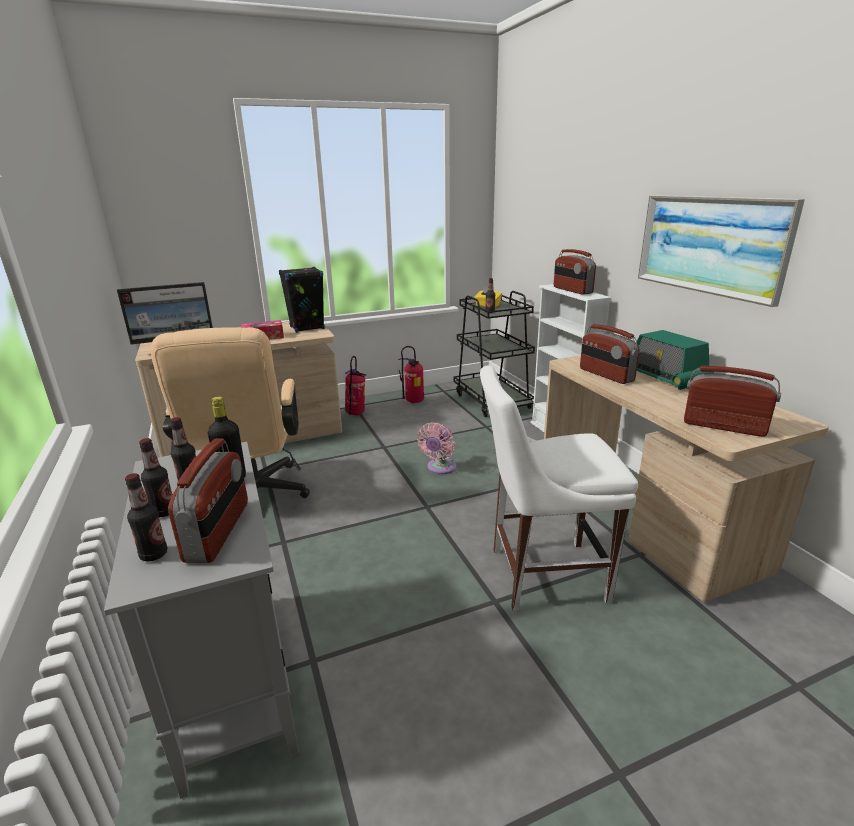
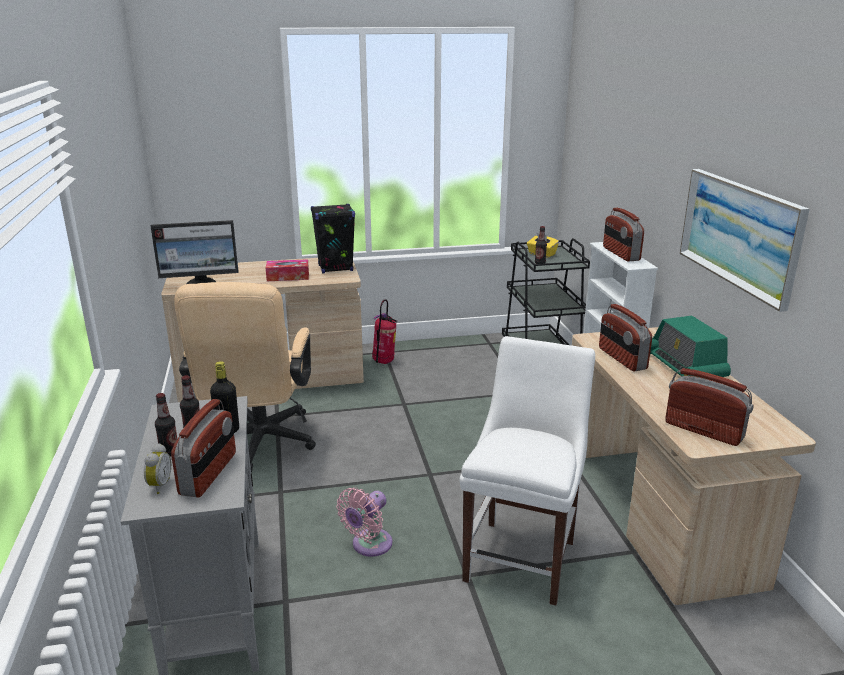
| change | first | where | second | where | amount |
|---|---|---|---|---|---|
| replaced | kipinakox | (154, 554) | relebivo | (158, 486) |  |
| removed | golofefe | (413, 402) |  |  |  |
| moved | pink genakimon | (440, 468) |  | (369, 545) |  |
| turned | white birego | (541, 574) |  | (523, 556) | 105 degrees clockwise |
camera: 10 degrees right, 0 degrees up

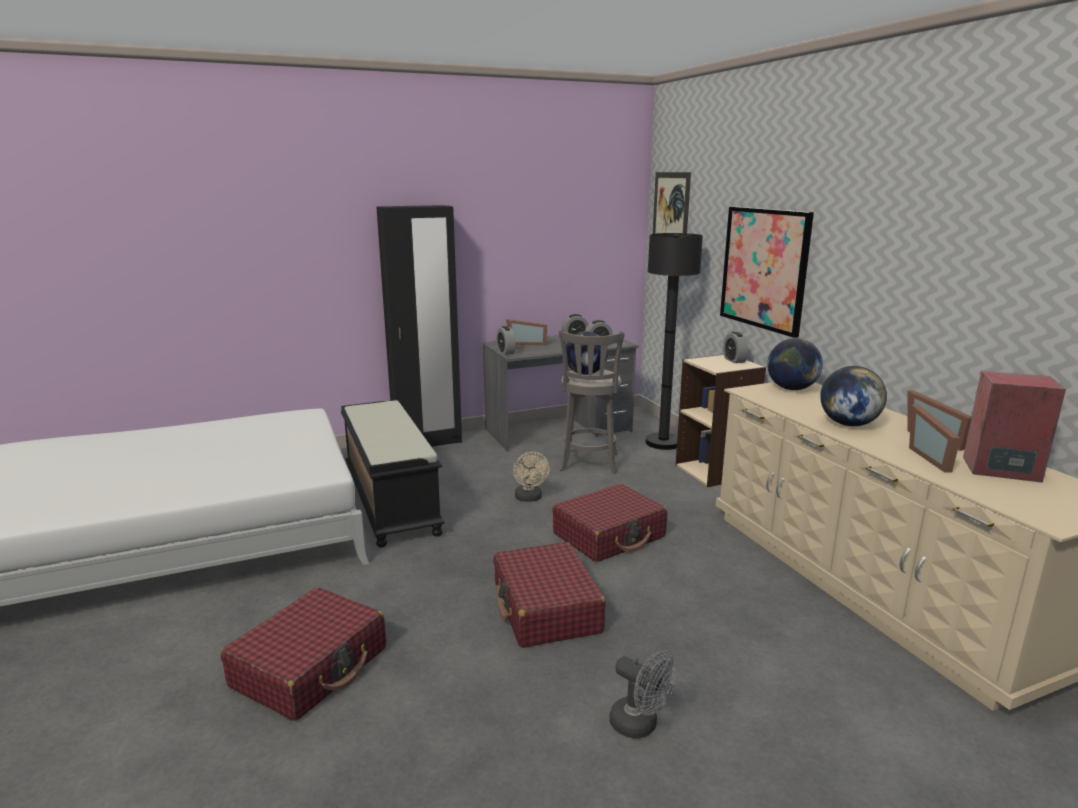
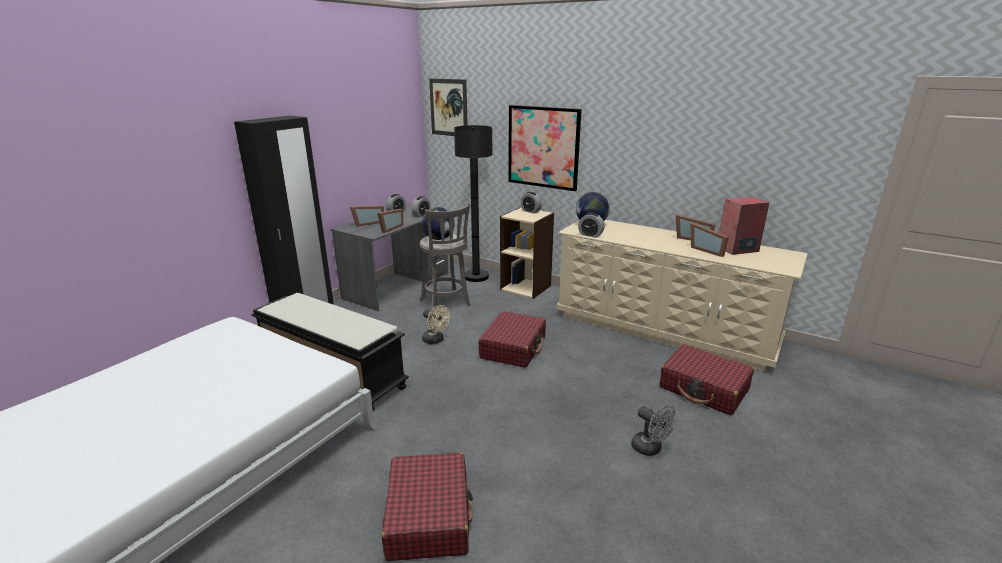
| change | first | where | second | where | amount |
|---|---|---|---|---|---|
| moved | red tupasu | (546, 608) |  | (704, 389) |  |
| moved | relebivo | (506, 352) |  | (590, 235) |  |
| turned | grey genakimon | (640, 725) |  | (650, 449) | 45 degrees clockwise |
| removed | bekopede | (848, 424) |  |  |  |
| added |  |  | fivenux | (389, 228) |  |
camera: 35 degrees left, 5 degrees up

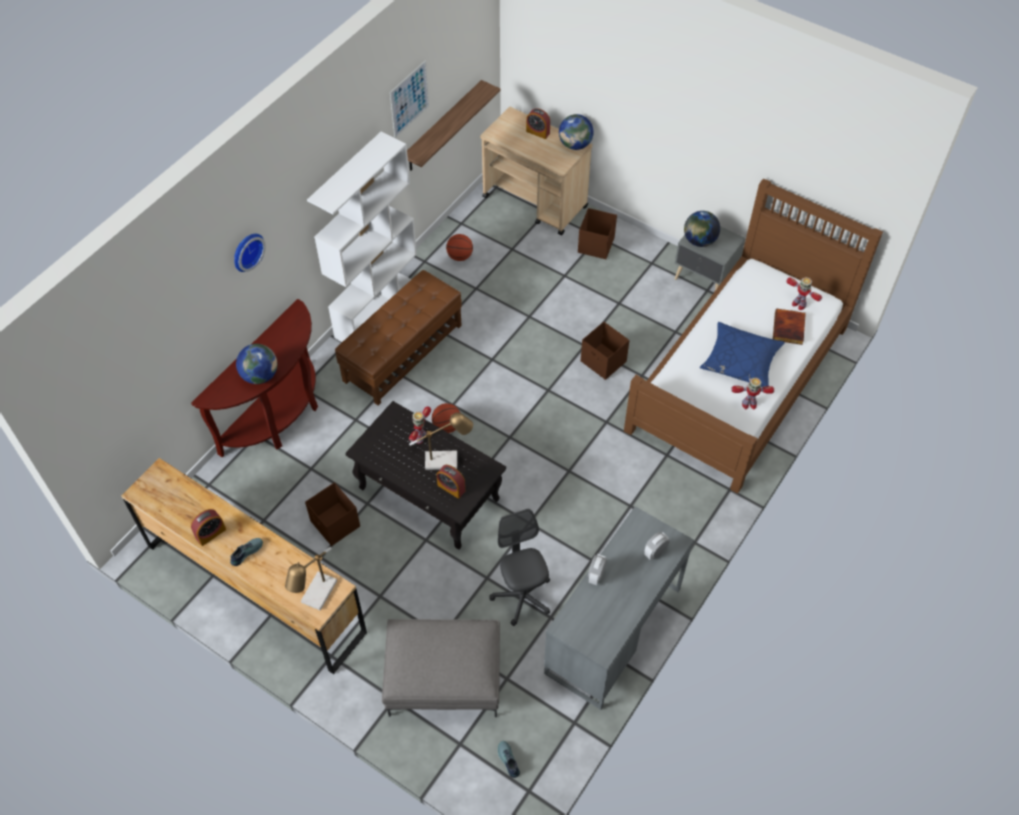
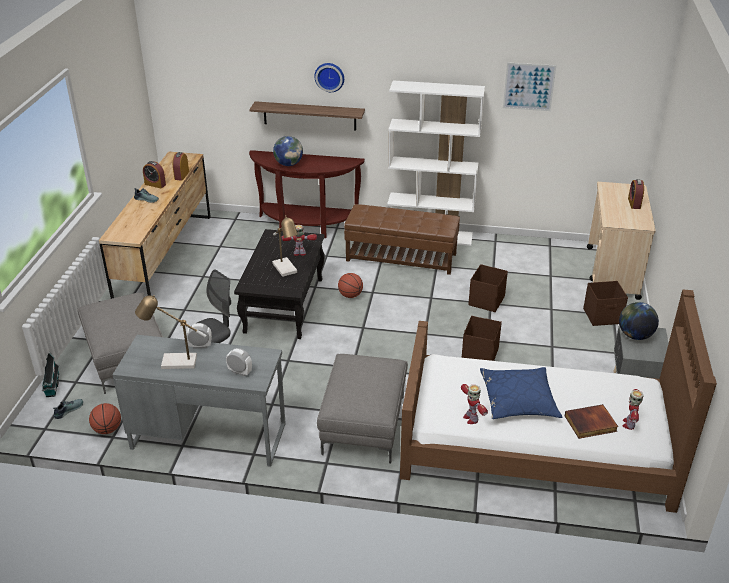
| change | first | where | second | where | amount |
|---|---|---|---|---|---|
| moved | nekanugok | (317, 596) |  | (174, 362) |  |
| moved | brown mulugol | (335, 524) |  | (486, 301) |  |
| moved | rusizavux | (443, 127) |  | (309, 116) |  |
| moved | relebivo | (451, 488) |  | (181, 175) |  |
| moved | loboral | (460, 256) |  | (107, 429) |  |
| removed | bekopede | (575, 145) |  |  |  |
| added |  |  | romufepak | (52, 386) |  |
| added |  |  | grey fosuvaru | (364, 425) |  |
camera: 65 degrees right, 20 degrees down

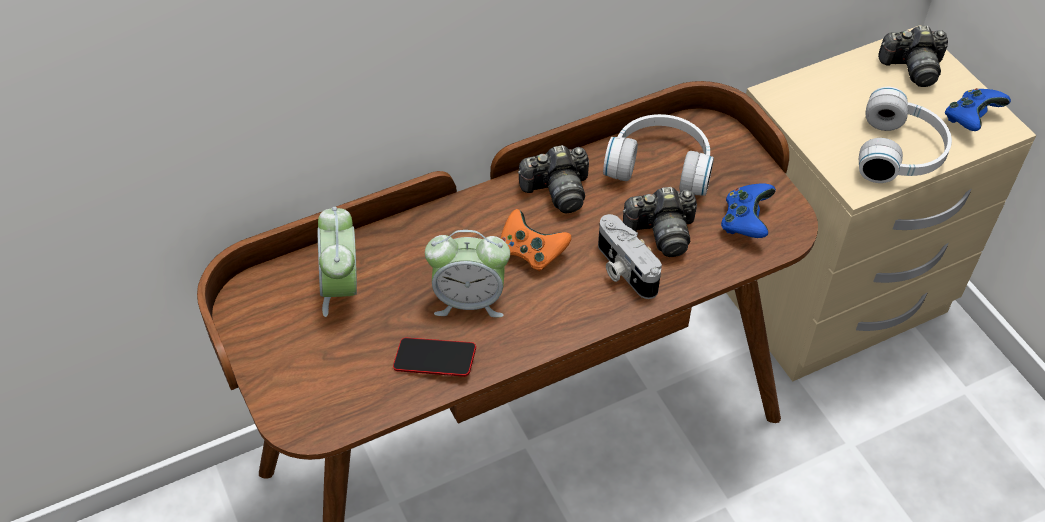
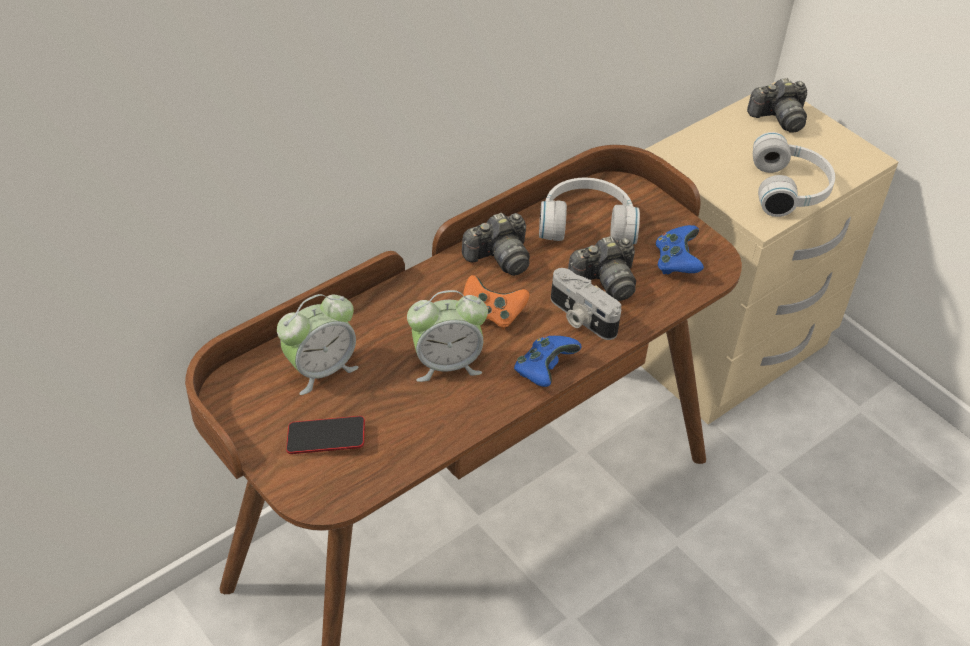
| change | first | where | second | where | amount |
|---|---|---|---|---|---|
| turned | relebivo | (342, 287) |  | (320, 369) | 105 degrees counterclockwise |
| moved | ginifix | (435, 360) |  | (326, 439) |  |
| moved | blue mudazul | (970, 119) |  | (544, 370) |  |
camera: 15 degrees left, 5 degrees down

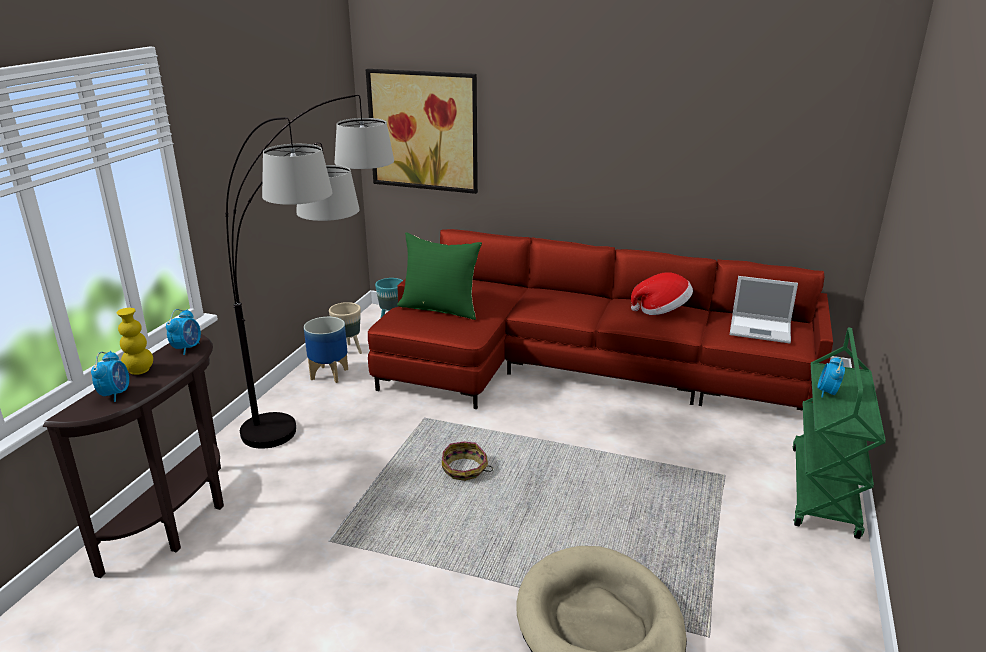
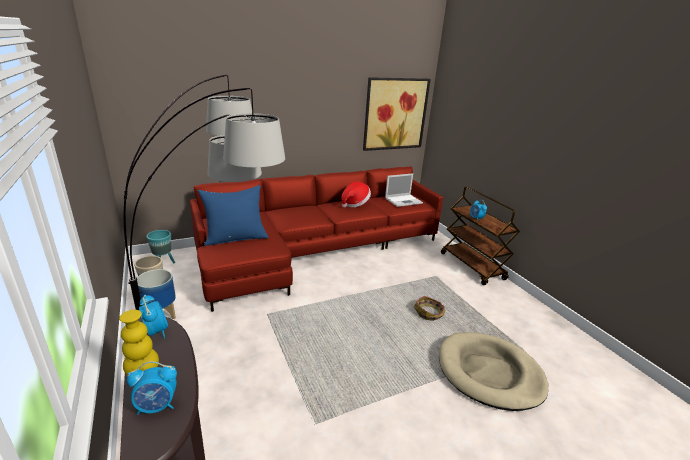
| change | first | where | second | where | amount |
|---|---|---|---|---|---|
| turned | relebivo | (115, 394) |  | (157, 406) | 120 degrees clockwise |
| moved | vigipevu | (423, 131) |  | (395, 114) |  |
| recoloured | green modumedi | (440, 308) | blue modumedi | (236, 238) |  |
| moved | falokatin | (464, 469) |  | (429, 313) |  |
| recoloured | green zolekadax | (824, 492) | brown zolekadax | (472, 266) |  |
camera: 45 degrees left, 0 degrees up

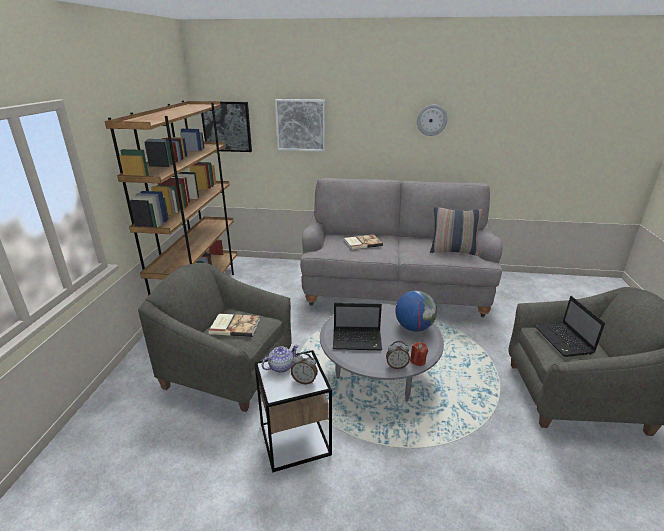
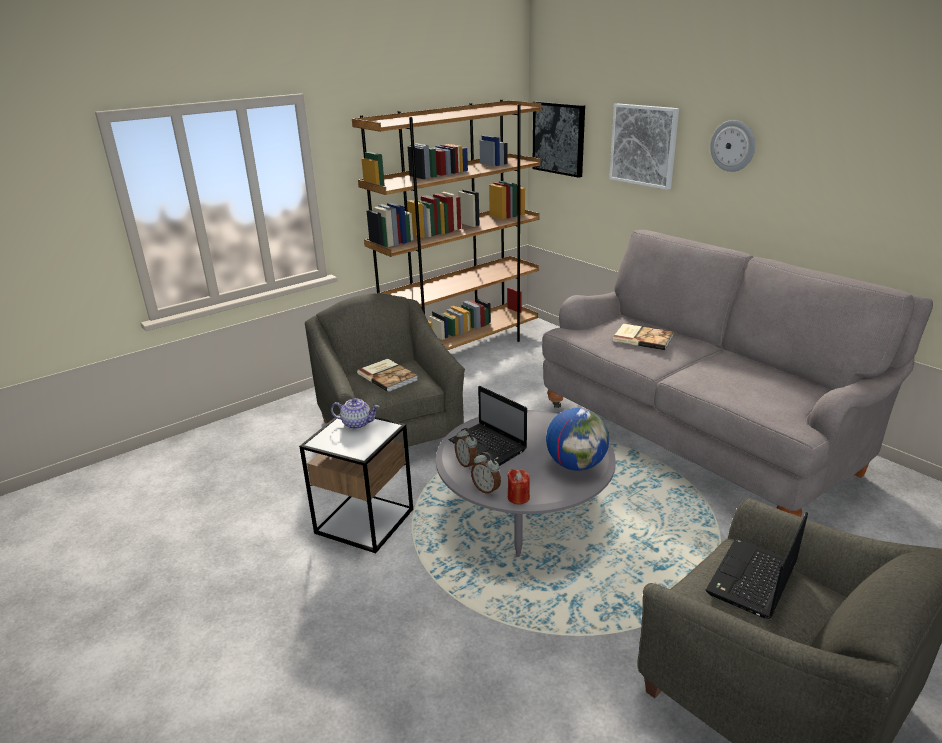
| change | first | where | second | where | amount |
|---|---|---|---|---|---|
| moved | relebivo | (304, 380) |  | (467, 464) |  |
| moved | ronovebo | (431, 120) |  | (733, 146) |  |
| removed | modumedi | (453, 251) |  |  |  |
camera: 45 degrees right, 0 degrees up

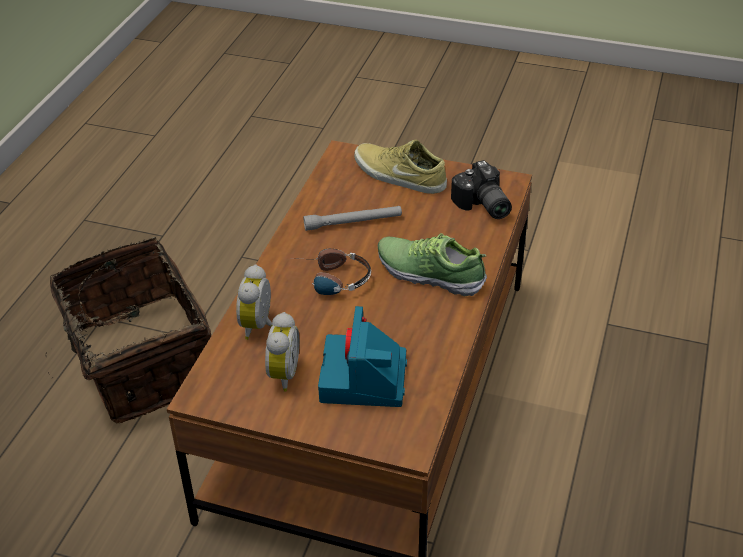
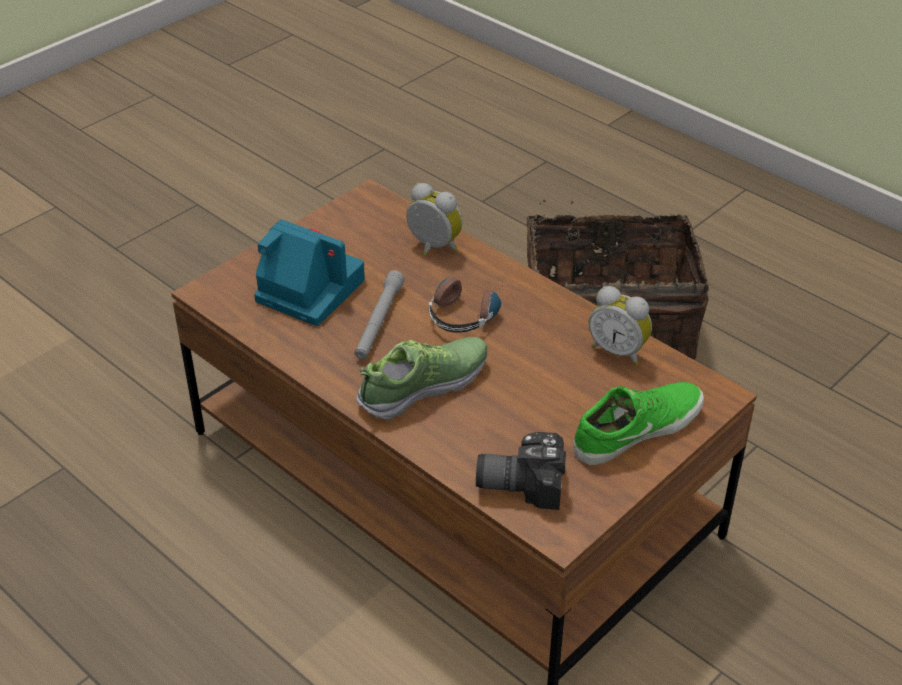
| change | first | where | second | where | amount |
|---|---|---|---|---|---|
| moved | relebivo | (281, 374) |  | (618, 351) |  |
| moved | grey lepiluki | (353, 222) |  | (379, 322) |  |
| recoloured | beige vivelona | (398, 175) | green vivelona | (635, 428) |  |
camera: 115 degrees right, 0 degrees up

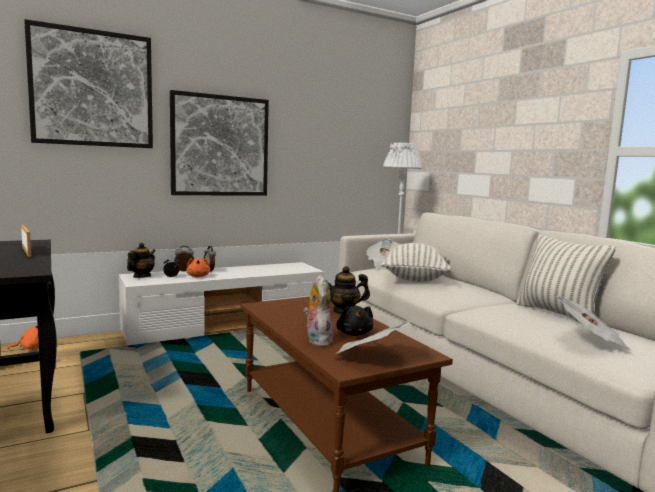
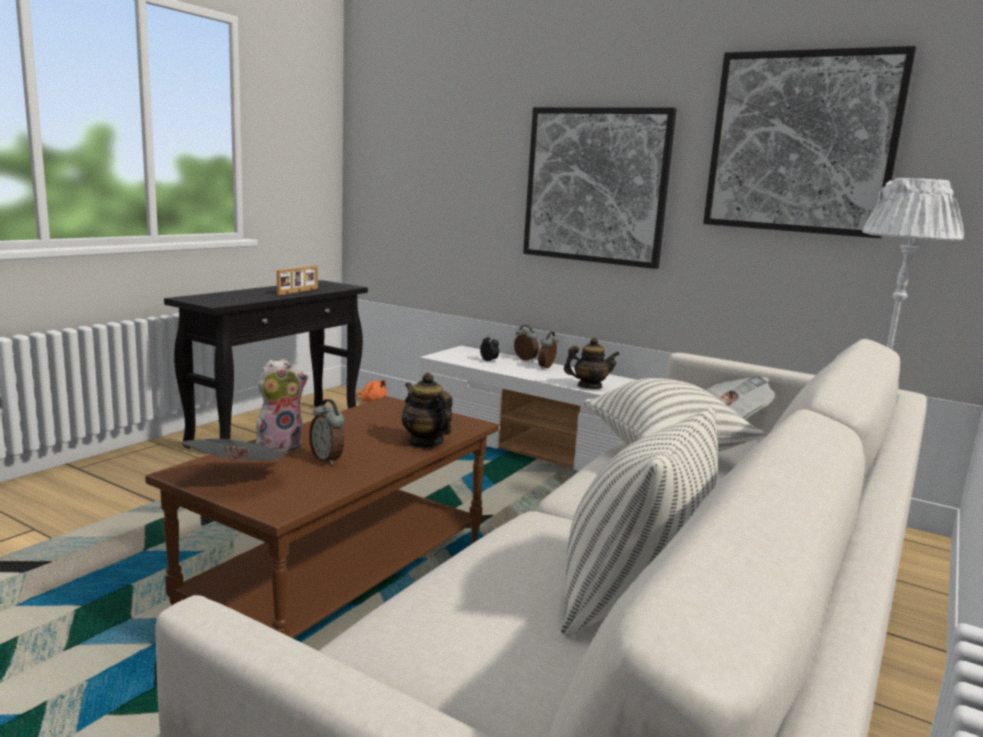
| change | first | where | second | where | amount |
|---|---|---|---|---|---|
| moved | vigipevu | (92, 88) |  | (801, 143) |  |
| moved | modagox | (141, 276) |  | (589, 386) |  |
| removed | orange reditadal | (198, 276) |  |  |  |
| replaced | black reditadal | (354, 333) | relebivo | (327, 459) |  |
| removed | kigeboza | (591, 341) |  |  |  |
camera: 60 degrees right, 5 degrees up

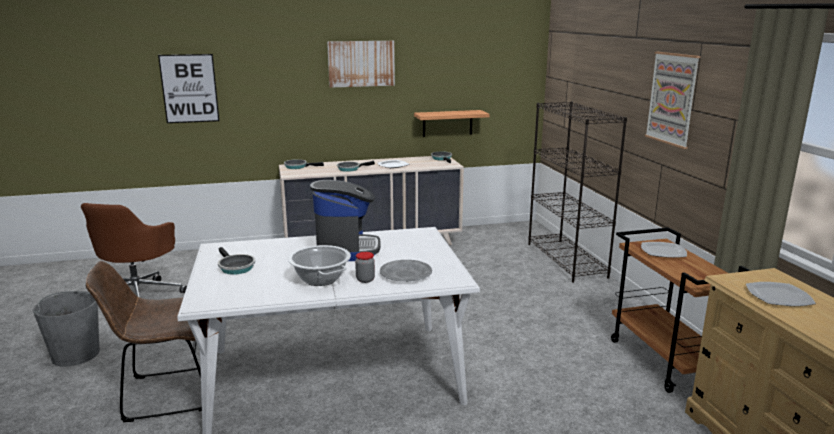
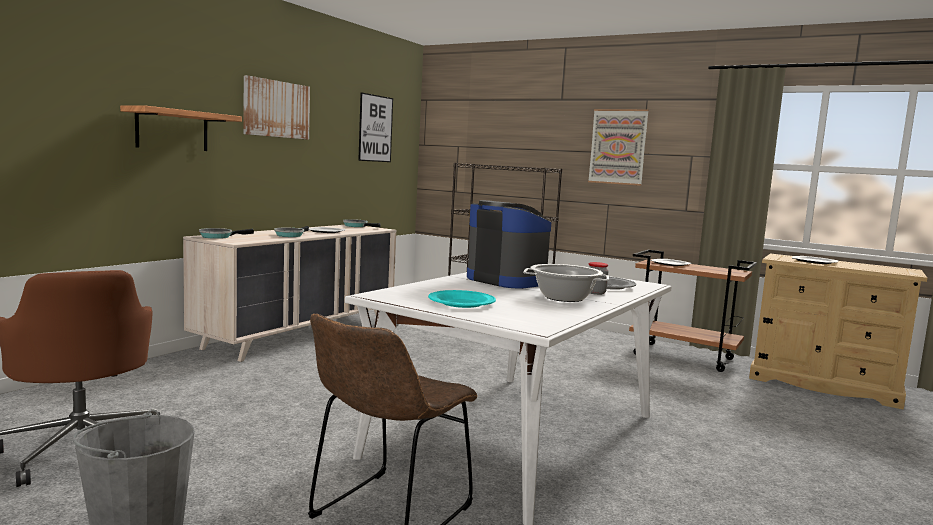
| change | first | where | second | where | amount |
|---|---|---|---|---|---|
| moved | vigipevu | (189, 88) |  | (375, 128) |  |
| replaced | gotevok | (235, 267) | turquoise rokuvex | (462, 303) |  |
| moved | rusizavux | (447, 123) |  | (172, 130) |  |
camera: 45 degrees left, 10 degrees down

